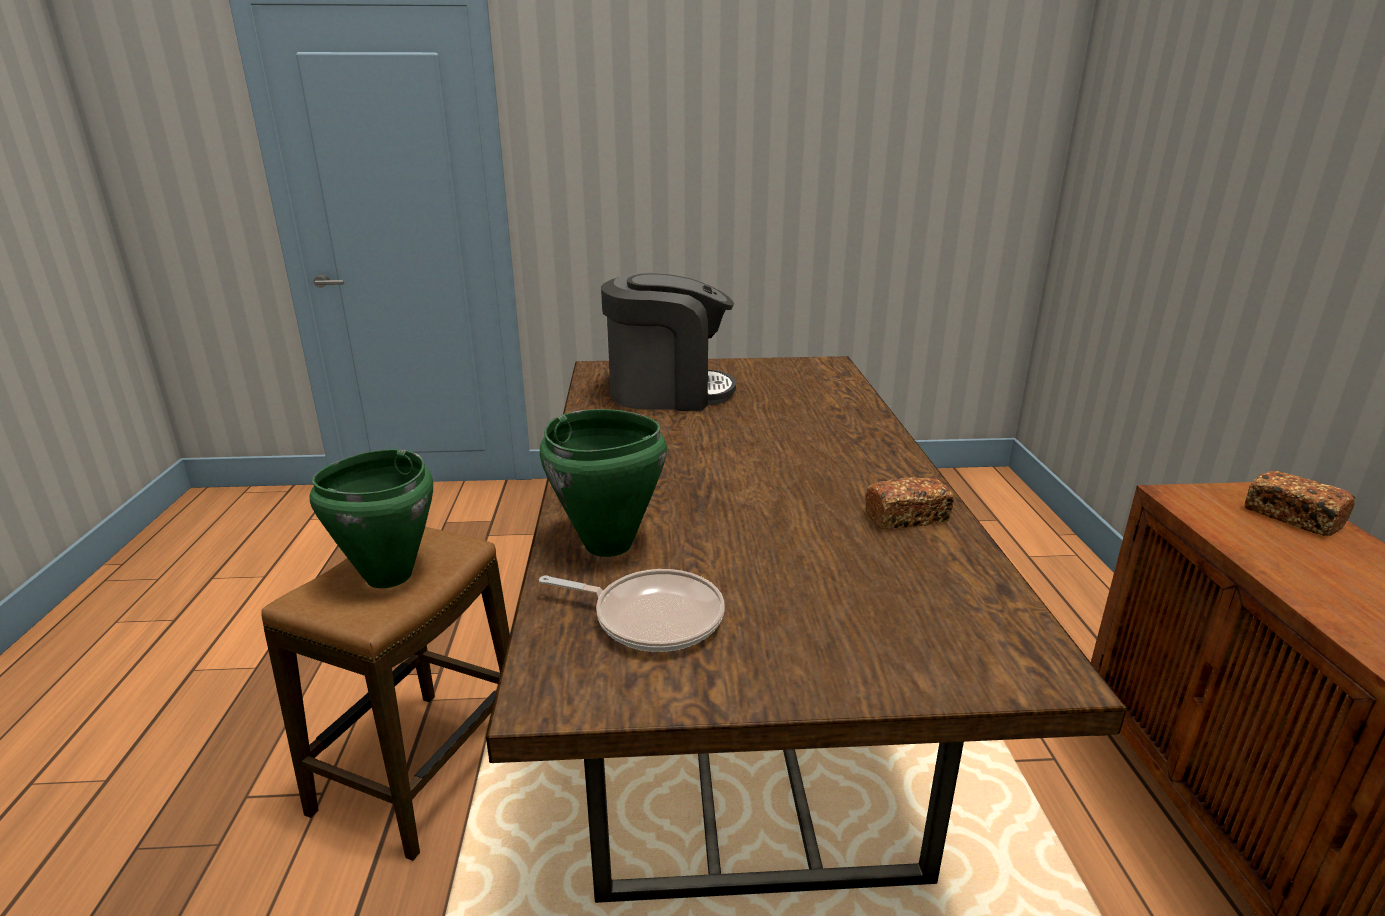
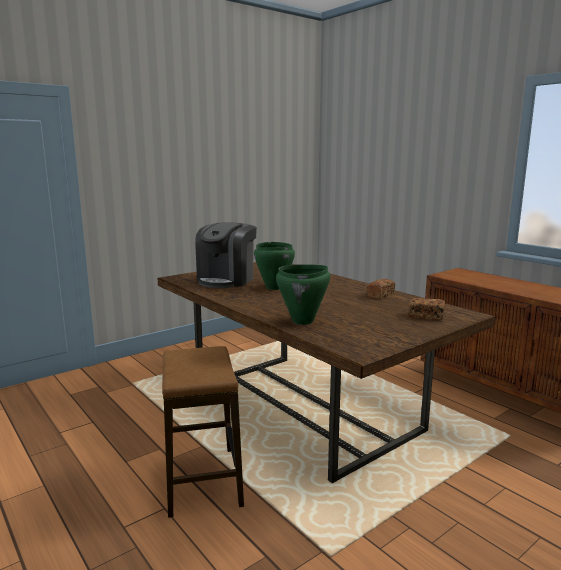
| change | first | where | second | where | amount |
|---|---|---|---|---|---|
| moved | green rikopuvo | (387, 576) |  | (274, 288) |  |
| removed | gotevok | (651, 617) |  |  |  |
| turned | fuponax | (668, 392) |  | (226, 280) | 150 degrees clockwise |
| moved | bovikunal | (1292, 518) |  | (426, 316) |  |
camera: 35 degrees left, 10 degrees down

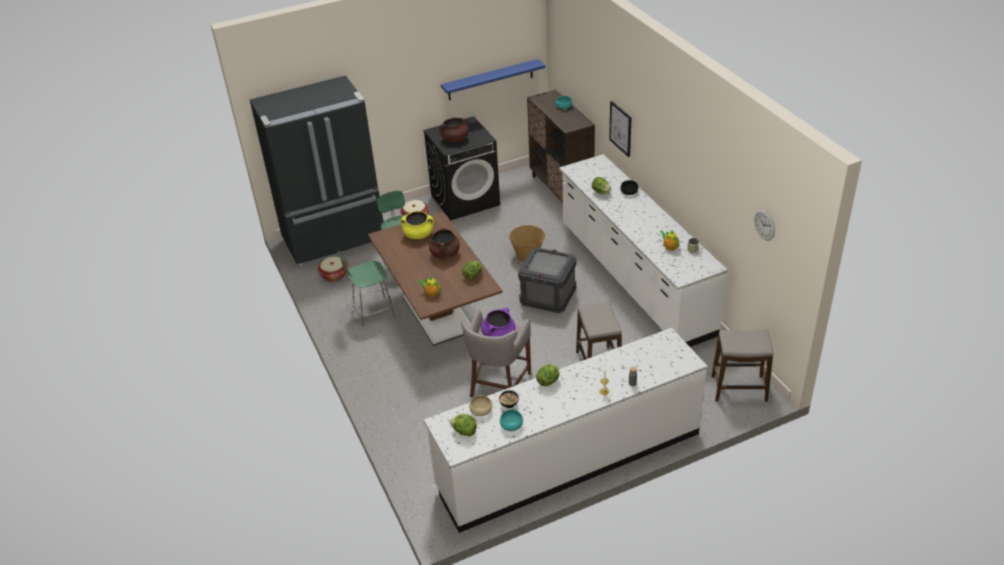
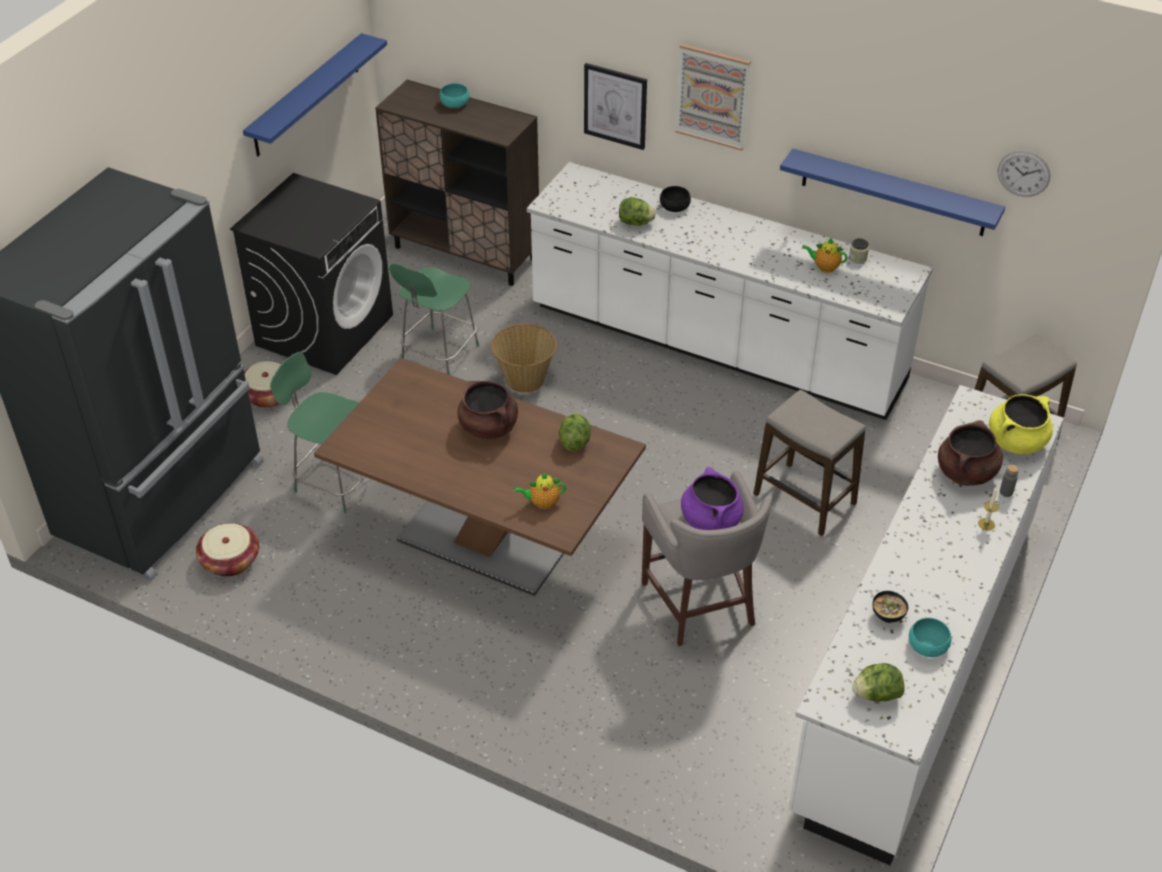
| change | first | where | second | where | amount |
|---|---|---|---|---|---|
| moved | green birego | (372, 312) |  | (438, 354) |  |
| moved | yellow rikopuvo | (418, 235) |  | (1016, 441) |  |
| moved | brown rikopuvo | (454, 139) |  | (966, 473) |  |
| removed | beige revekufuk | (481, 410) |  |  |  |
| removed | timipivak | (548, 296) |  |  |  |
| removed | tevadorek | (548, 381) |  |  |  |
| added |  |  | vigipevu | (712, 96) |  |
| added |  |  | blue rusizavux | (893, 193) |  |
camera: 40 degrees left, 5 degrees up

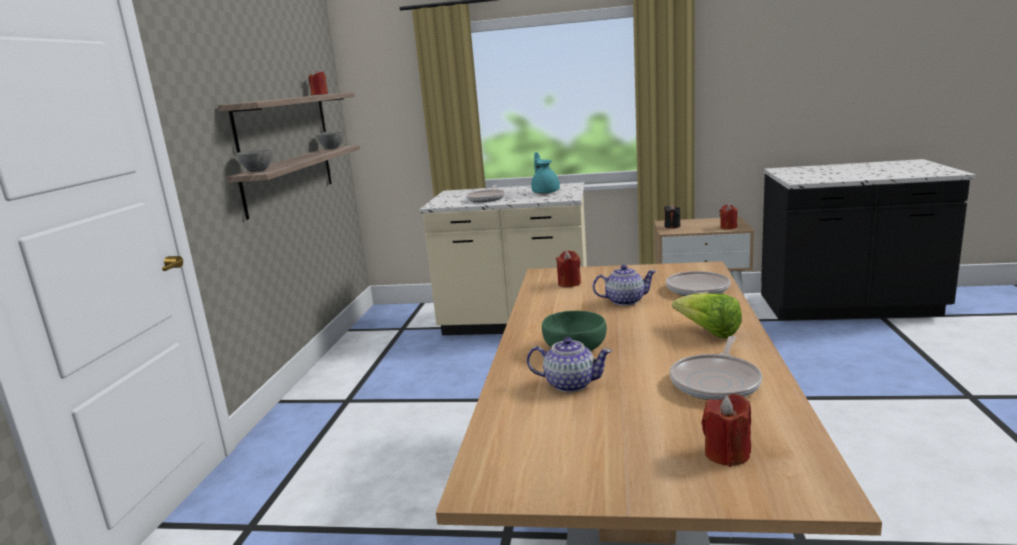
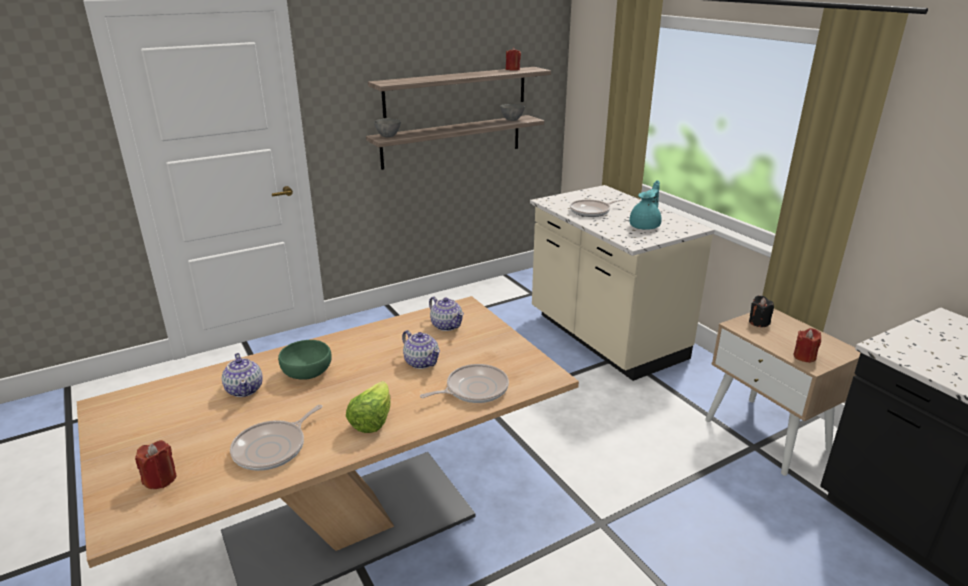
| change | first | where | second | where | amount |
|---|---|---|---|---|---|
| replaced | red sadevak | (569, 283) | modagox | (446, 325) |  |
| turned | gotevok | (716, 382) |  | (273, 448) | 45 degrees counterclockwise |
camera: 50 degrees right, 10 degrees up

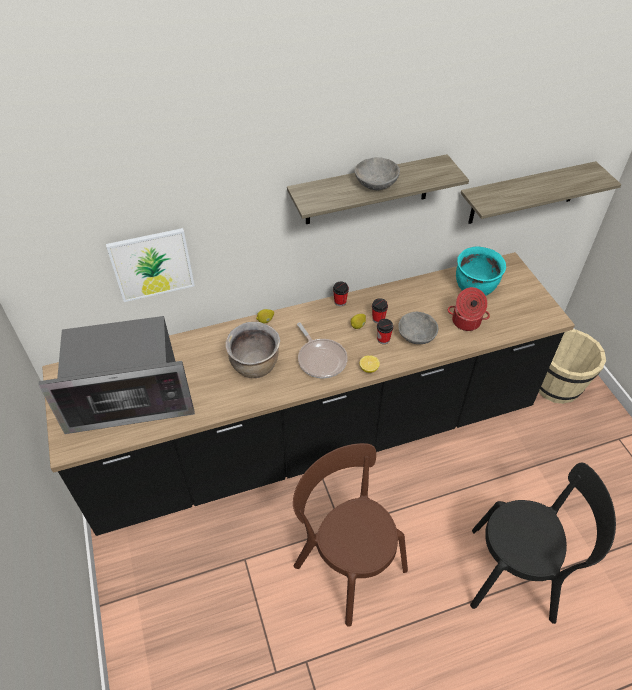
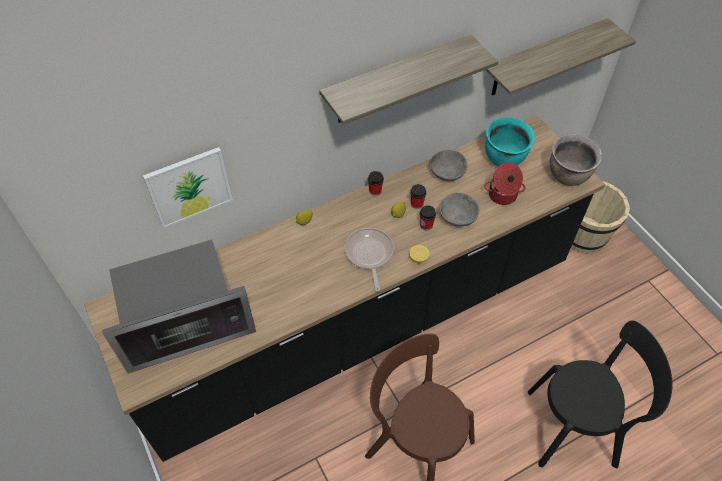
| change | first | where | second | where | amount |
|---|---|---|---|---|---|
| moved | brown rikopuvo | (255, 367) |  | (568, 176) |  |
| turned | gotevok | (321, 359) |  | (369, 254) | 150 degrees counterclockwise |
| moved | grey revekufuk | (376, 184) |  | (447, 172) |  |
camera: 10 degrees left, 5 degrees up

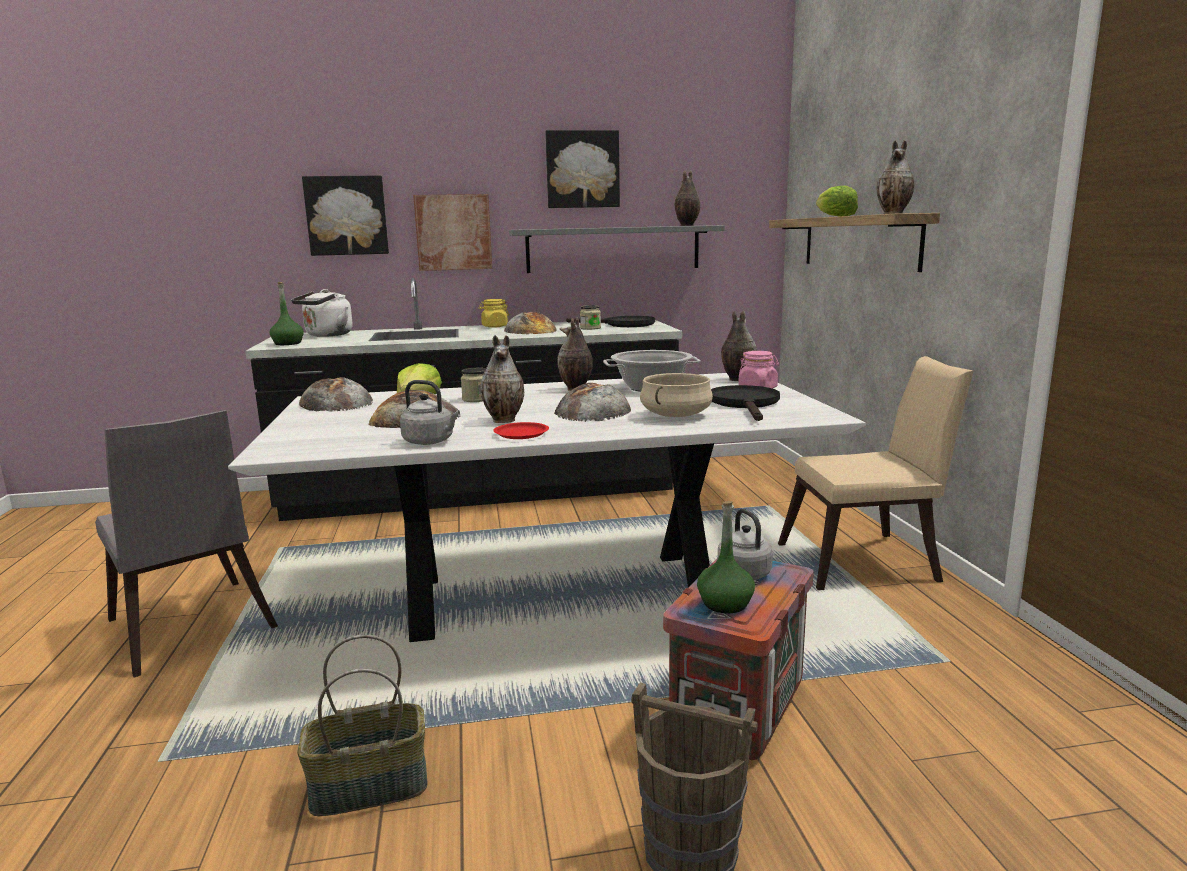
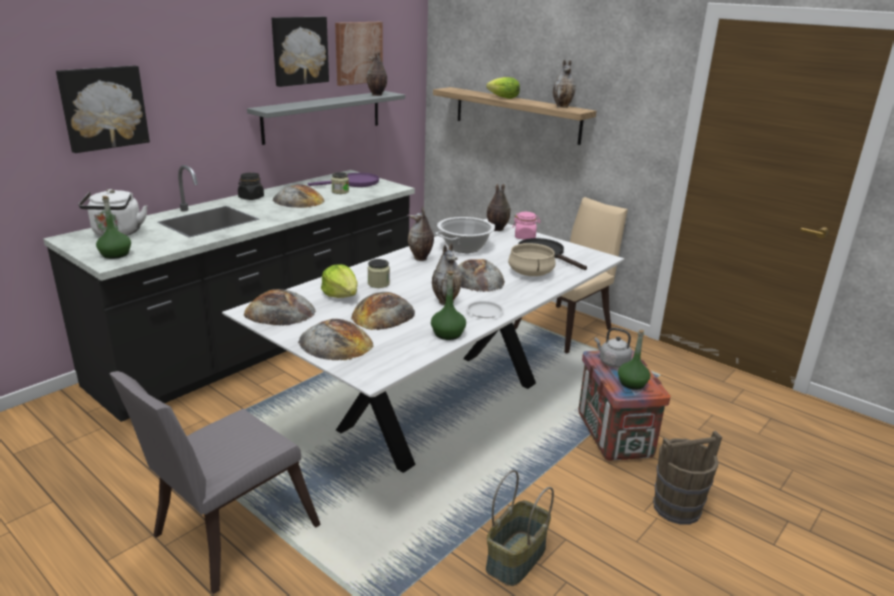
| change | first | where | second | where | amount |
|---|---|---|---|---|---|
| turned | grey birego | (191, 630) |  | (227, 534) | 120 degrees clockwise |
| replaced | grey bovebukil | (430, 442) | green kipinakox | (448, 334) |  |
| moved | vigipevu | (453, 232) |  | (358, 53) |  |
| recoloured | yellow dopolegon | (494, 326) | black dopolegon | (251, 198) |  |
| recoloured | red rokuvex | (521, 434) | white rokuvex | (484, 312) |  |
| recoloured | black gotevok | (623, 325) | purple gotevok | (353, 183) |  |
| added |  |  | bovikunal | (335, 343) |  |
camera: 40 degrees left, 10 degrees up

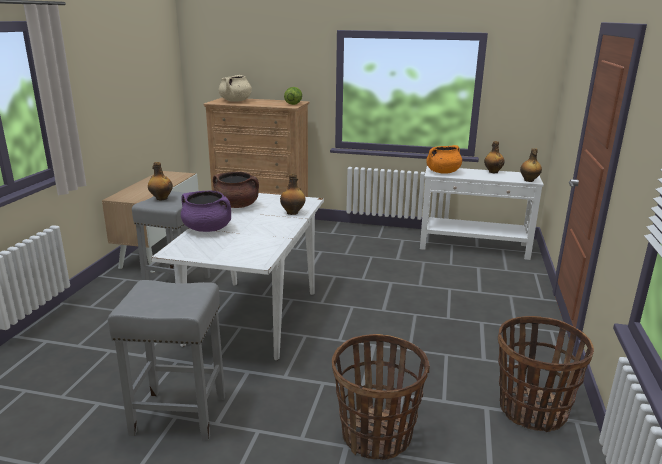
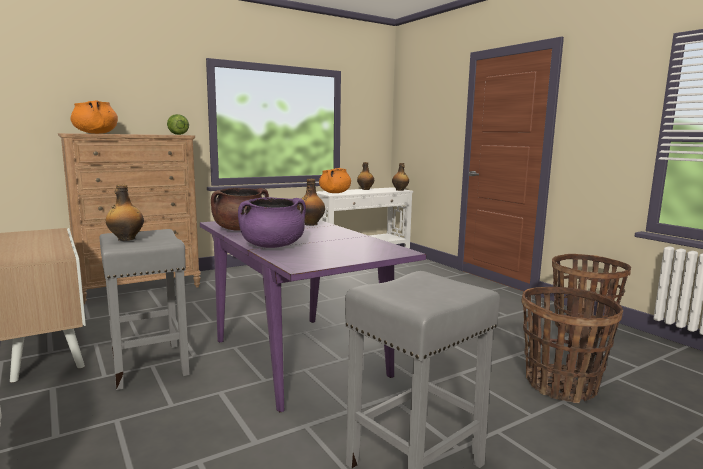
| change | first | where | second | where | amount |
|---|---|---|---|---|---|
| recoloured | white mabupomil | (253, 316) | purple mabupomil | (298, 356) |  |
| recoloured | beige rikopuvo | (235, 101) | orange rikopuvo | (96, 133) |  |
camera: 45 degrees left, 10 degrees down

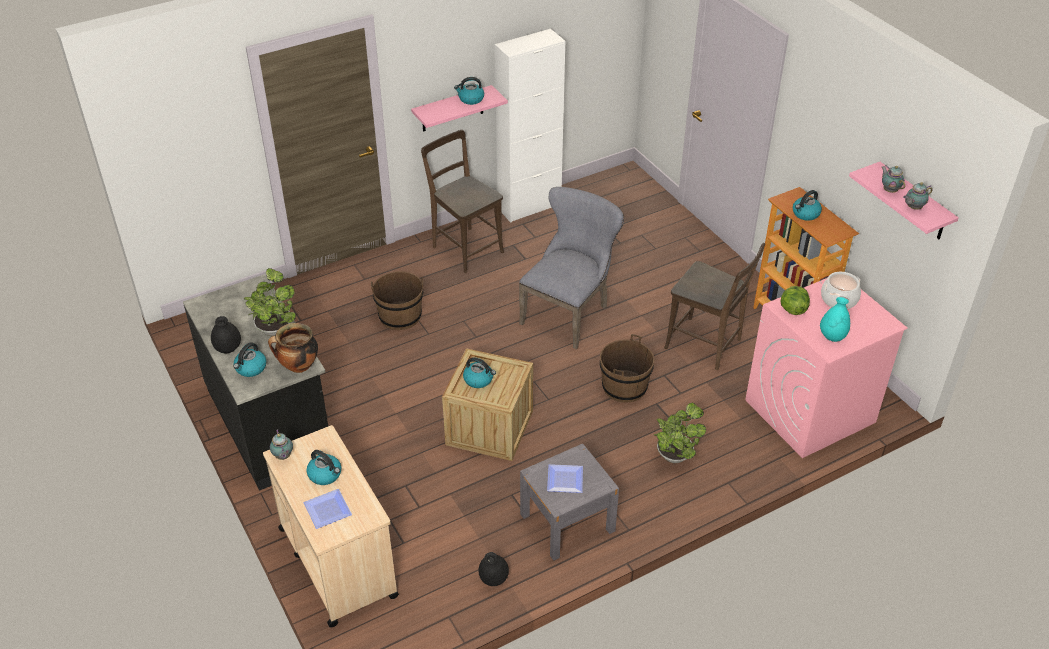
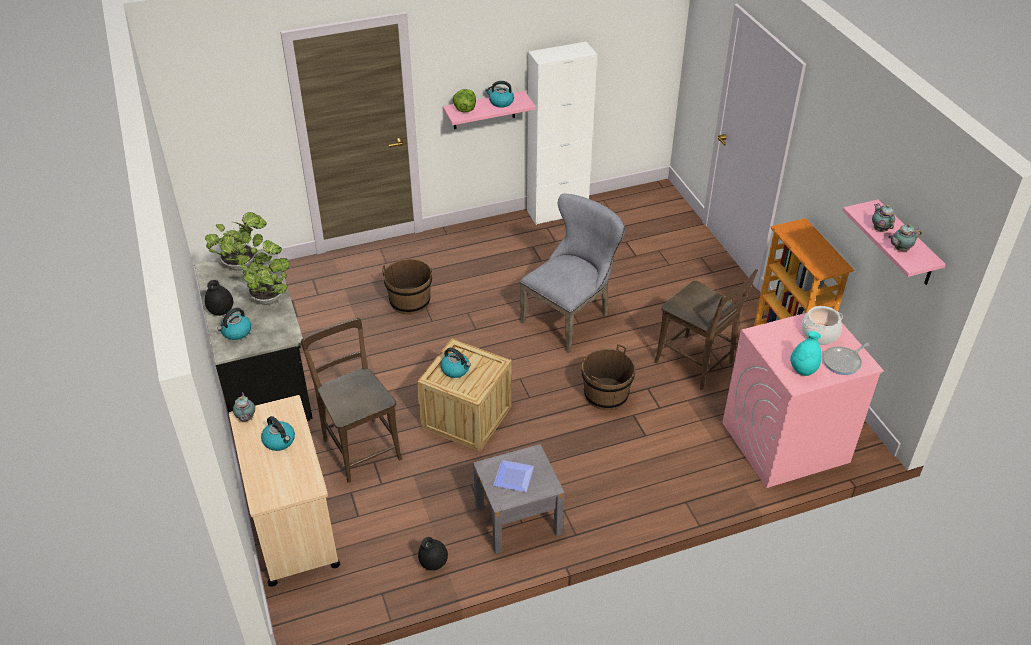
| change | first | where | second | where | amount |
|---|---|---|---|---|---|
| removed | rikopuvo | (298, 366) |  |  |  |
| removed | rokuvex | (326, 509) |  |  |  |
| moved | brown birego | (465, 248) |  | (360, 446) |  |
| moved | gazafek | (675, 454) |  | (242, 264) |  |
| moved | tevadorek | (792, 309) |  | (465, 109) |  |
| removed | bovebukil | (805, 214) |  |  |  |
| added |  |  | gotevok | (843, 362) |  |
camera: 10 degrees right, 0 degrees up

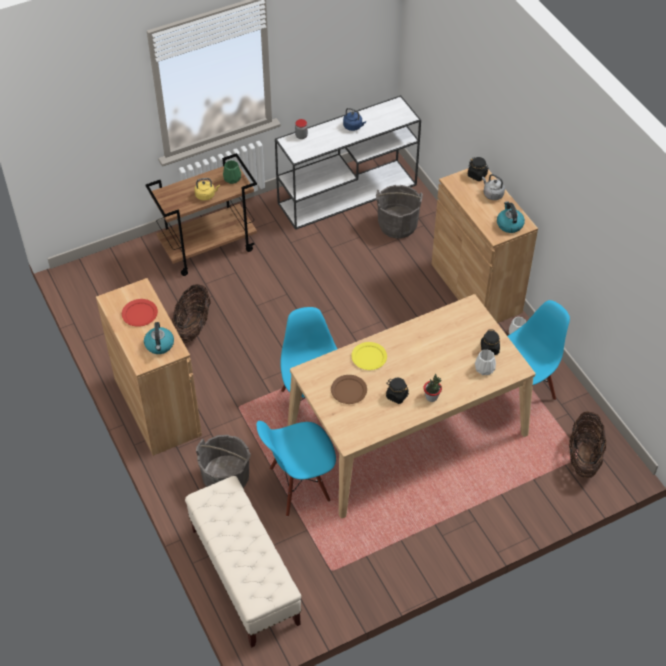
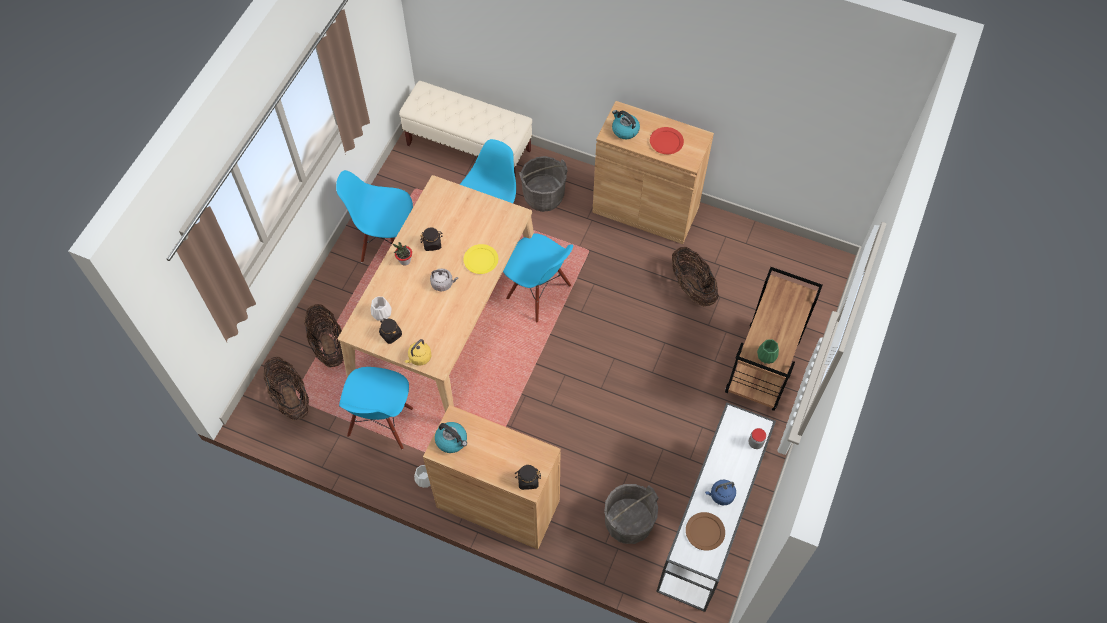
| change | first | where | second | where | amount |
|---|---|---|---|---|---|
| moved | yellow bovebukil | (206, 195) |  | (419, 358) |  |
| moved | brown rokuvex | (349, 390) |  | (705, 532) |  |
| moved | grey bovebukil | (492, 194) |  | (443, 283) |  |
| added |  |  | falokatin | (328, 346) |  |
| added |  |  | blue birego | (386, 242) |  |
camera: 140 degrees right, 10 degrees up

